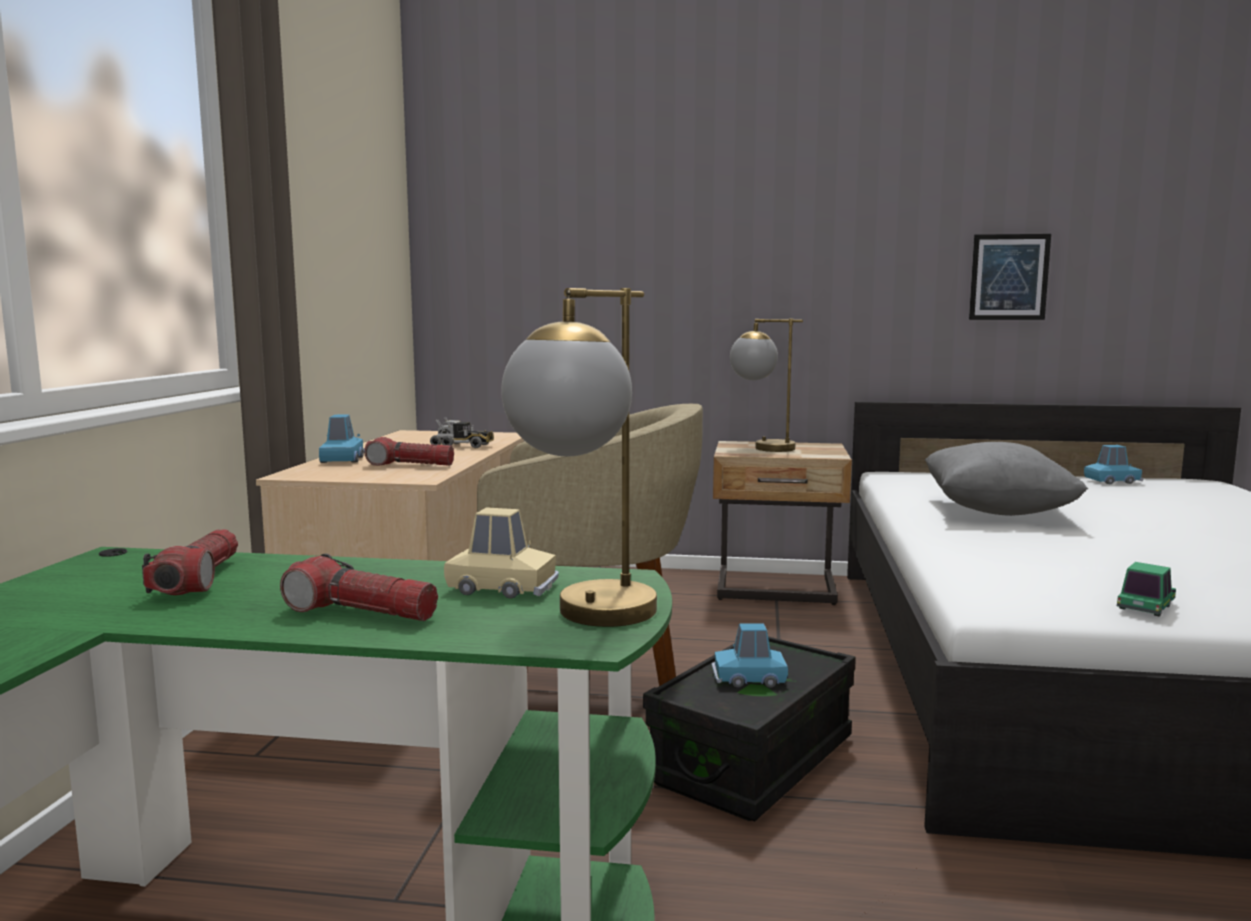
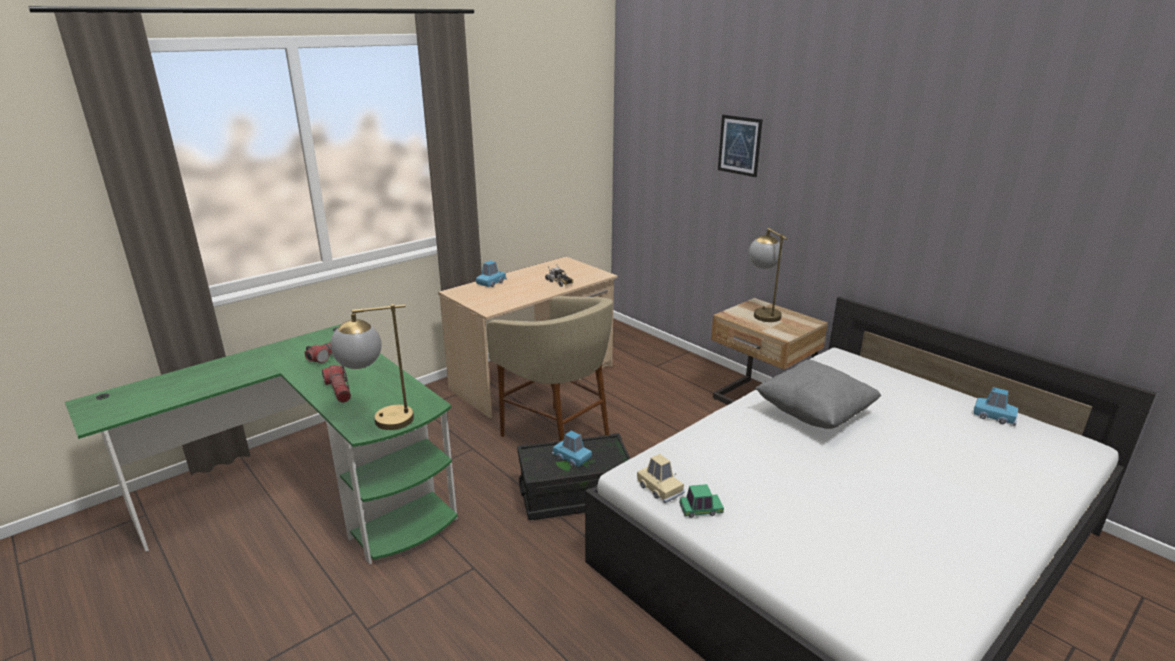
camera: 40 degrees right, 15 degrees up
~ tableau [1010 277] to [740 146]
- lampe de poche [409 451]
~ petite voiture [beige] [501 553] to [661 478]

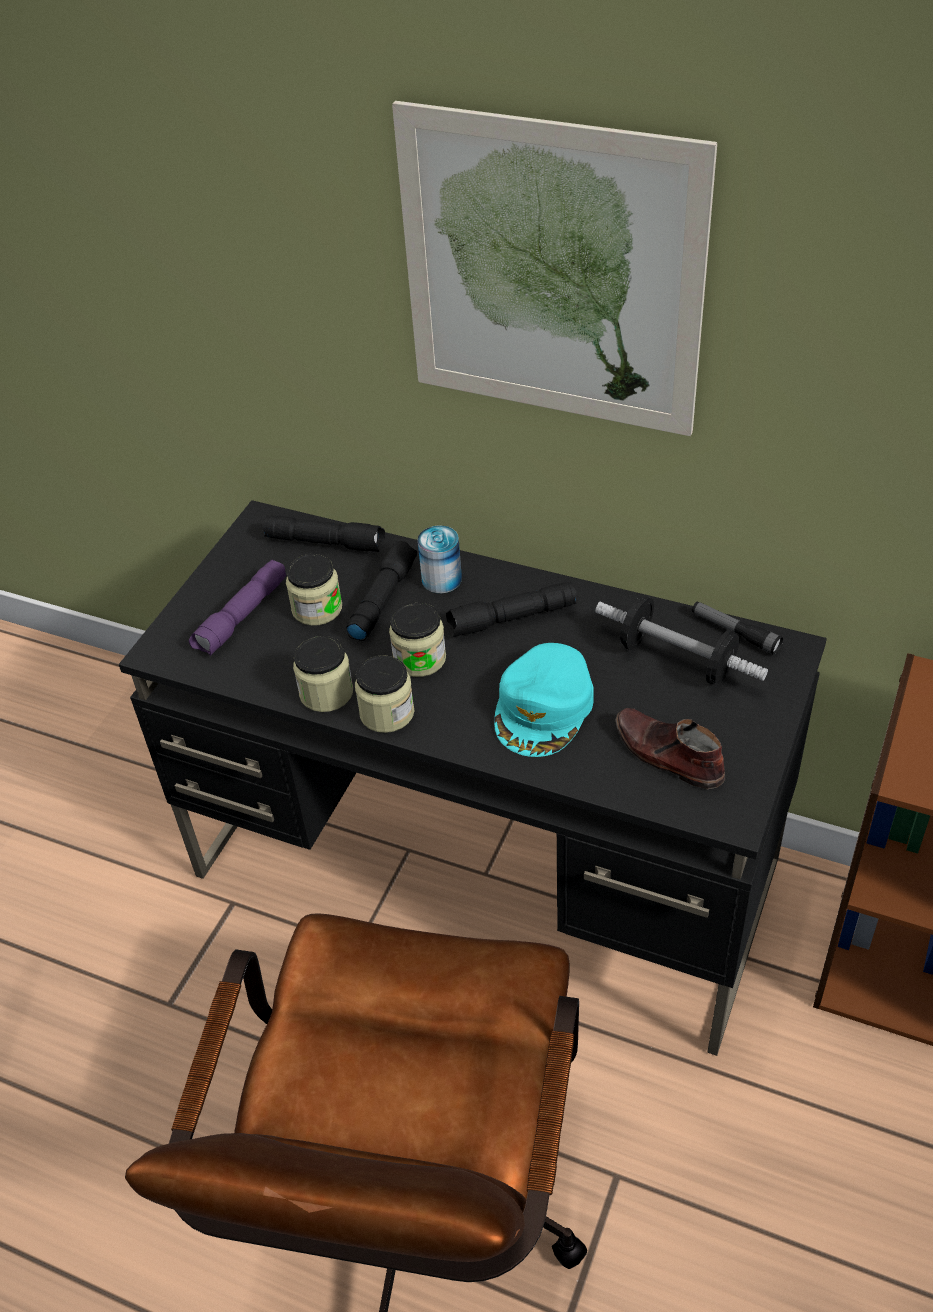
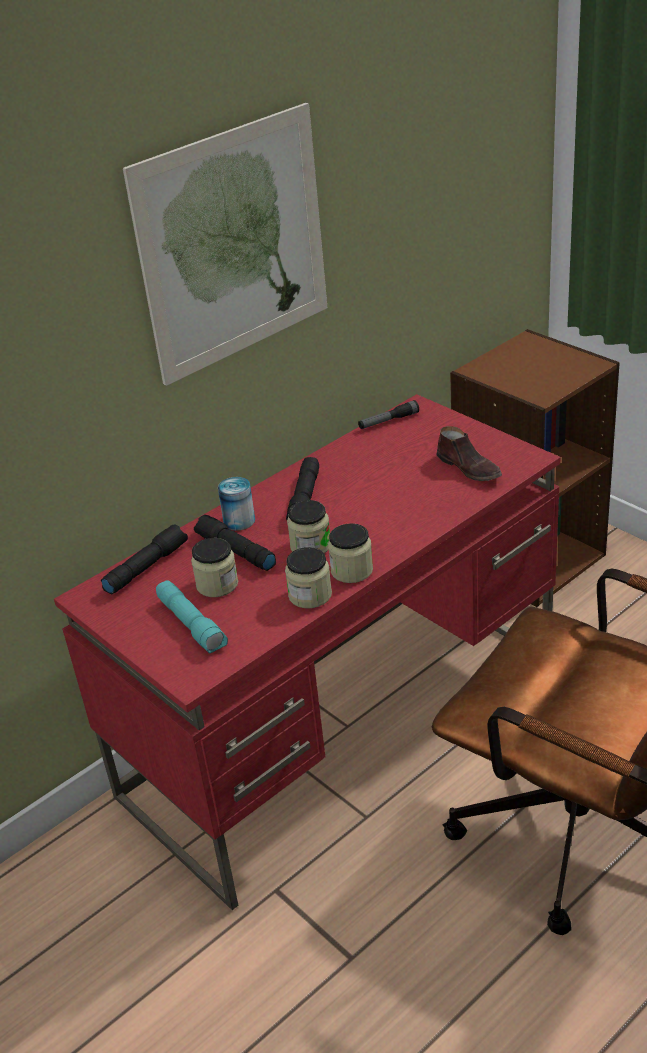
camera: 65 degrees left, 10 degrees down
~ bureau [noir] [473 778] to bureau [rouge] [307 652]
~ lampe de poche [violet] [237 608] to lampe de poche [turquoise] [192 617]
- haltère [681 640]
- casquette [turquoise] [544 700]
~ chaussure [marron] [670 748] = [469 453] 105 degrees counterclockwise

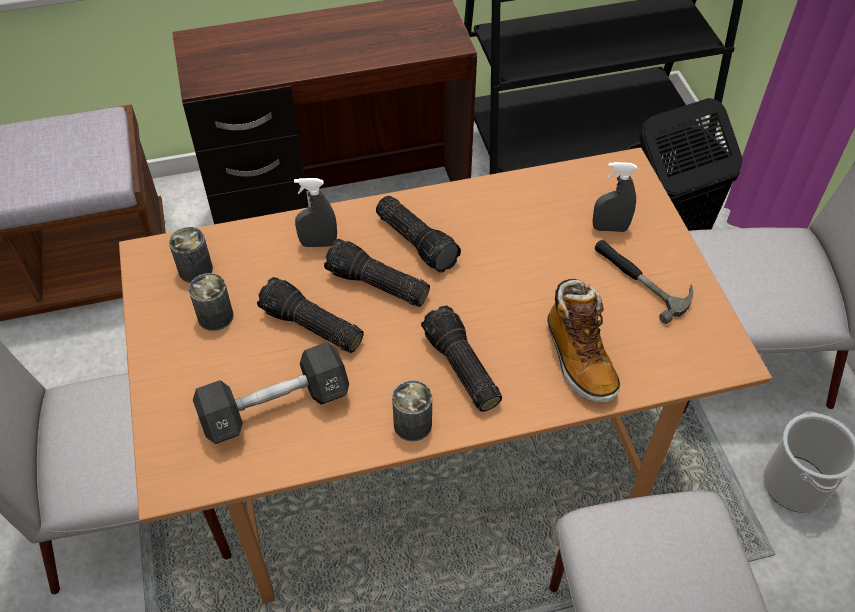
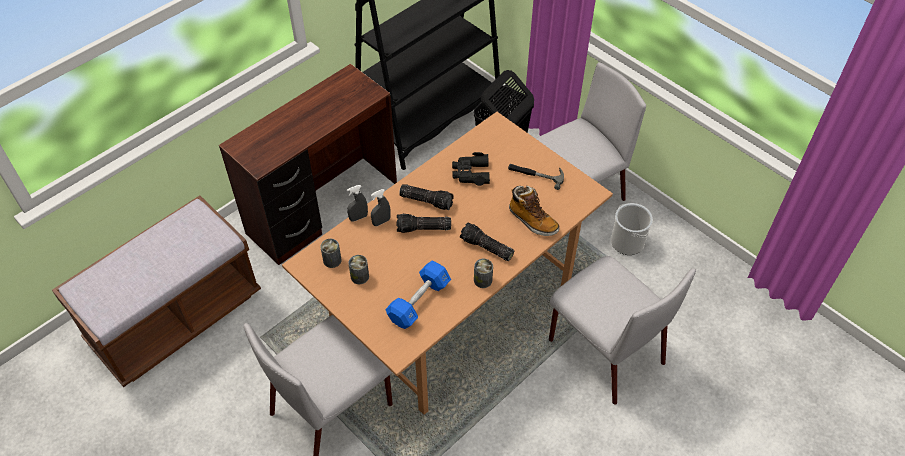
camera: 30 degrees left, 0 degrees up
~ vaporisateur [gris] [615 197] to [357 203]
- lampe de poche [310 315]
~ haltère [noir] [271 393] to haltère [bleu] [418 295]
+ jumelles [noir] [471 169]

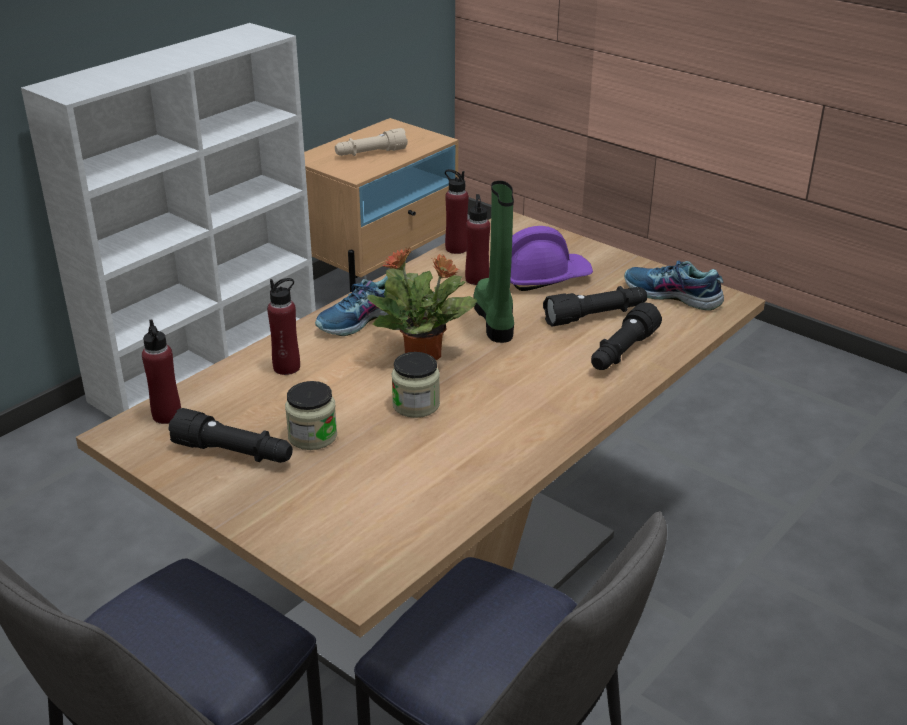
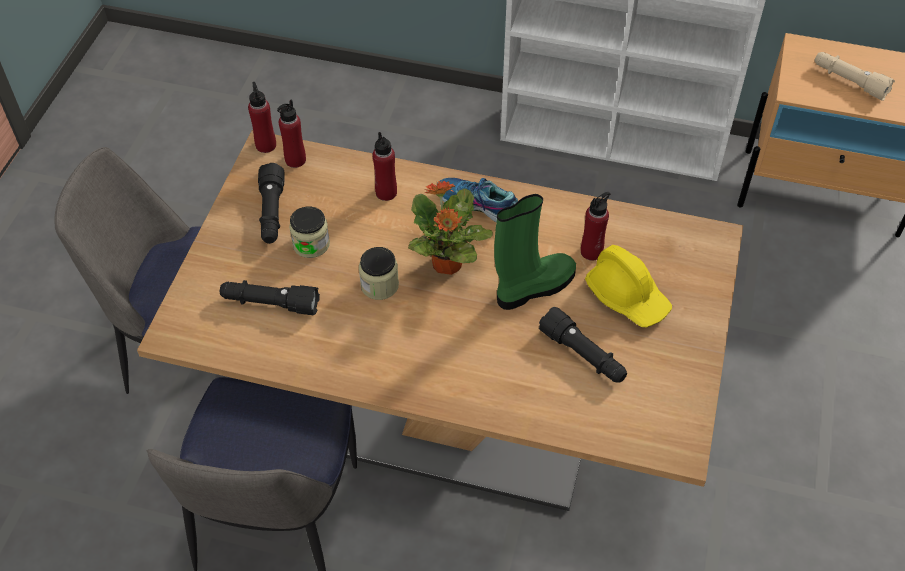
camera: 65 degrees right, 20 degrees up
~ bouteille [rouge] [457 211] to [262 117]
~ casque de chantier [violet] [551 258] to casque de chantier [jaune] [628 286]
- chaussure [674 286]
~ lampe de poche [noir] [626 336] to [270 297]

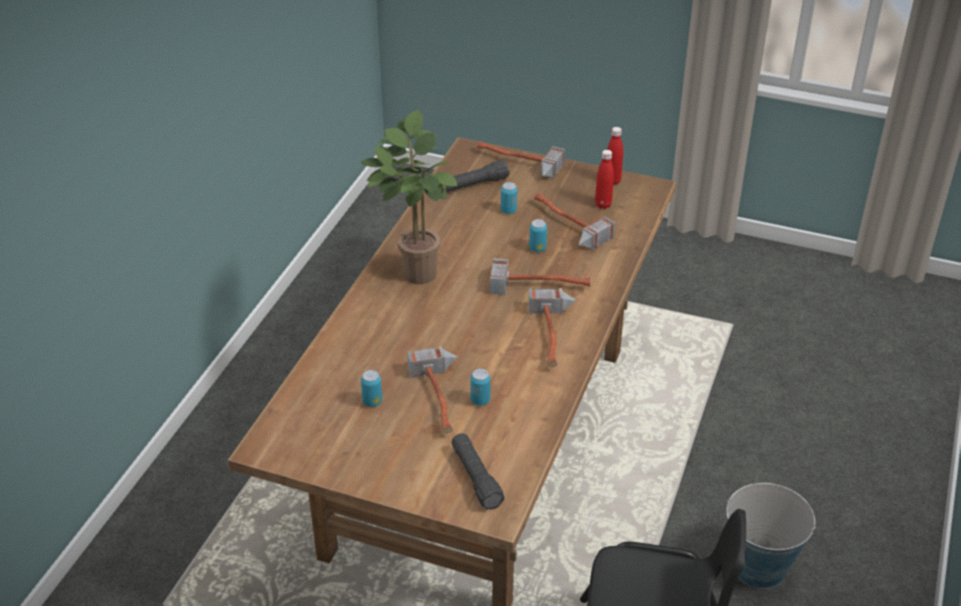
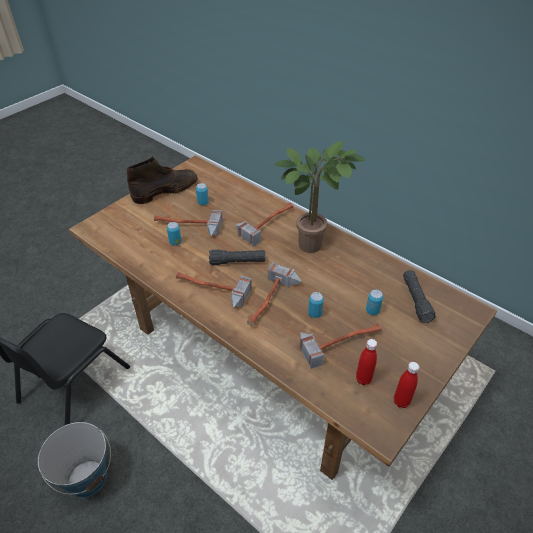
camera: 110 degrees right, 5 degrees up
~ marteau [521 160] to [264 224]
~ lampe de poche [noir] [477 471] to [237 257]
+ botte [marron] [162 180]

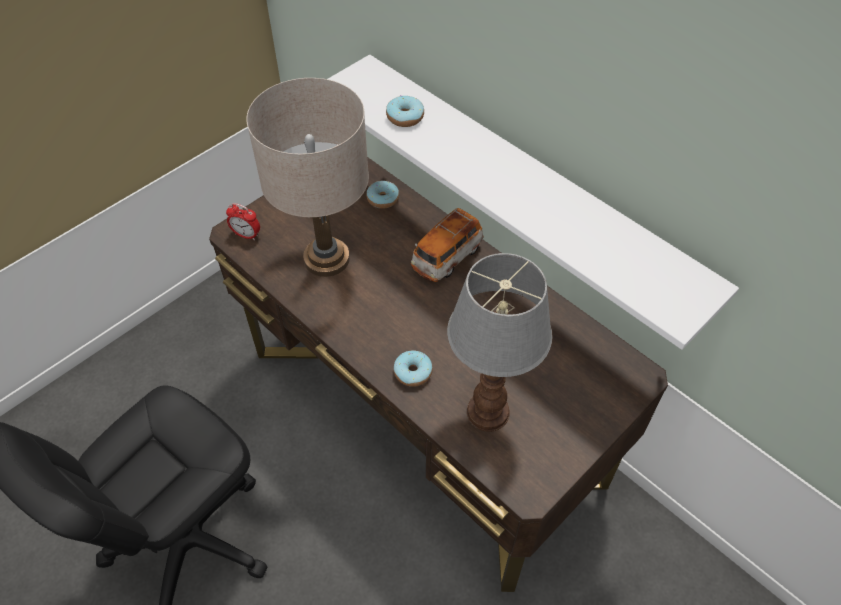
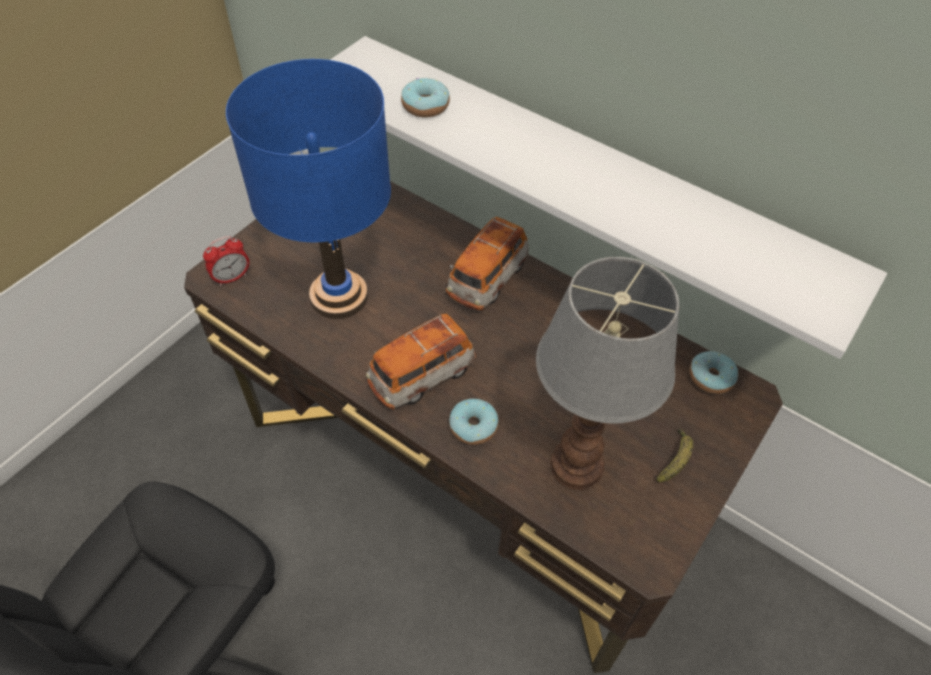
camera: 10 degrees left, 0 degrees up
~ lampe de table [beige] [307 177] to lampe de table [bleu] [308 189]
~ beignet [382 195] to [714 372]
~ réveil [243 221] = [226 261] 45 degrees counterclockwise
+ petite voiture [421 362]
+ banane [674 455]

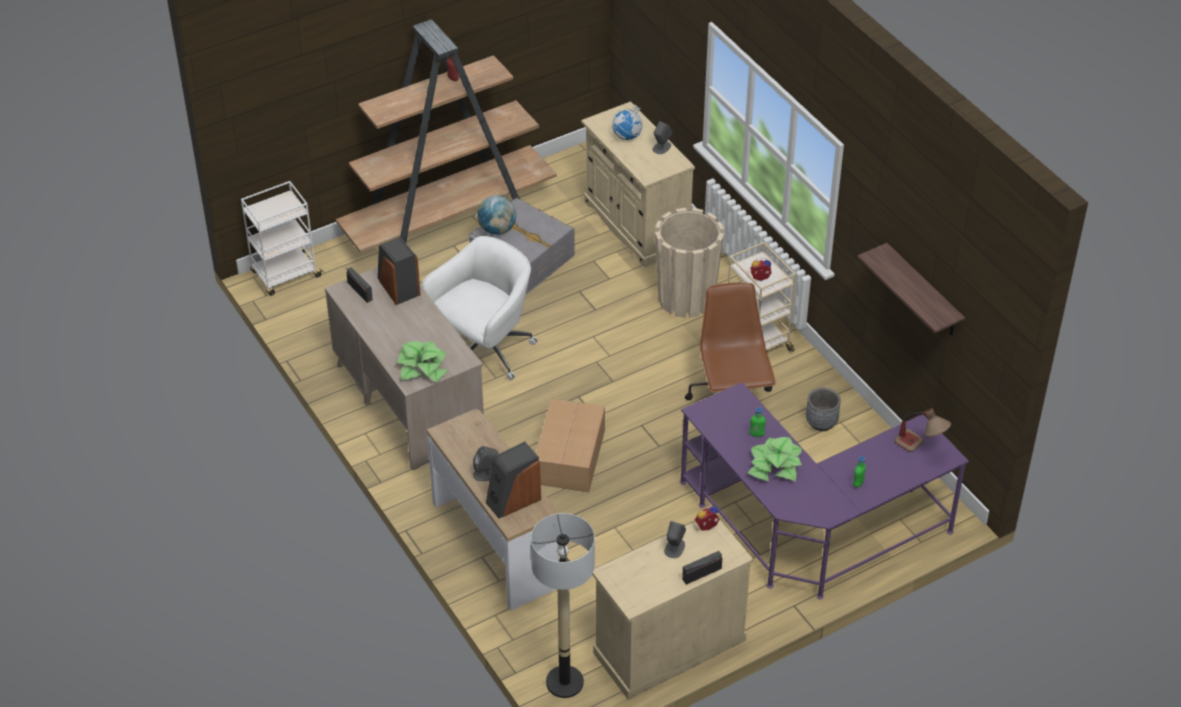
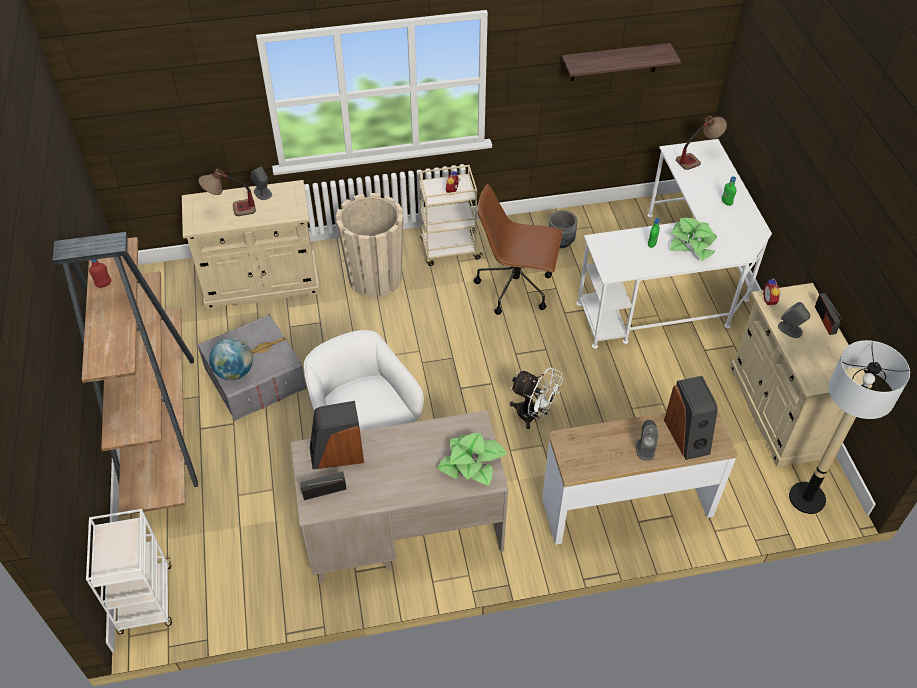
camera: 70 degrees left, 5 degrees up
~ globe [627 122] to lampe de table [227 192]
~ bureau [violet] [824 490] to bureau [blanc] [674 244]
~ carton [570 445] to ventilateur [blanc] [536 398]

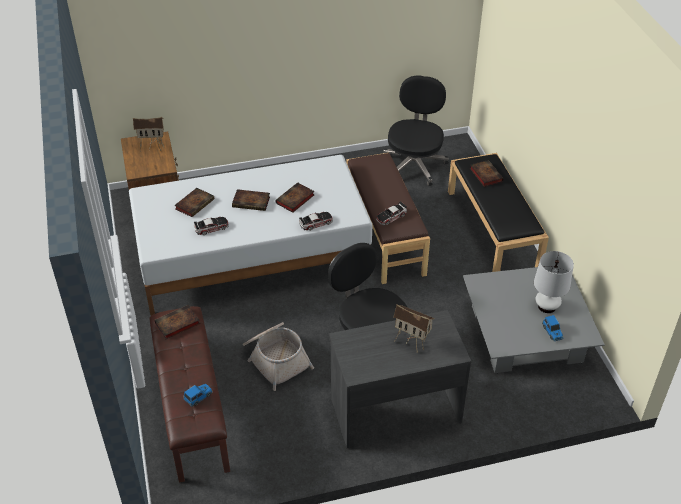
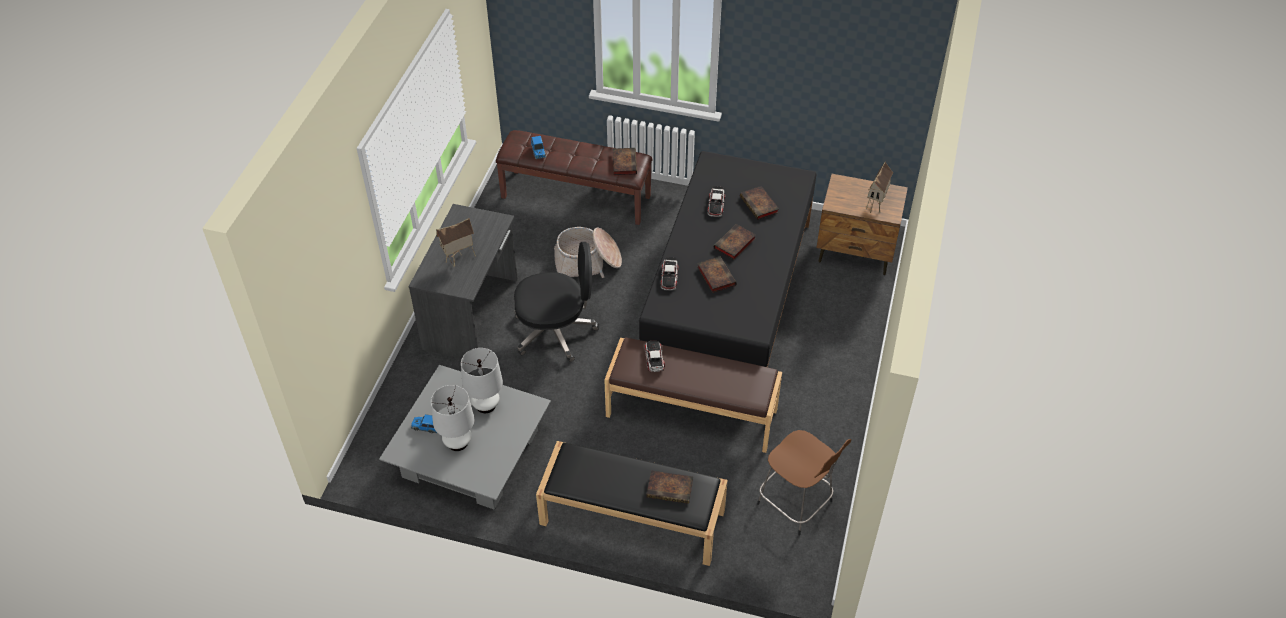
camera: 120 degrees right, 5 degrees up
~ chaise de bureau [noir] [416 131] to tabouret [marron] [804 483]
~ lit [blanc] [250 235] to lit [noir] [727 259]
+ lampe de table [blanc] [482 380]

